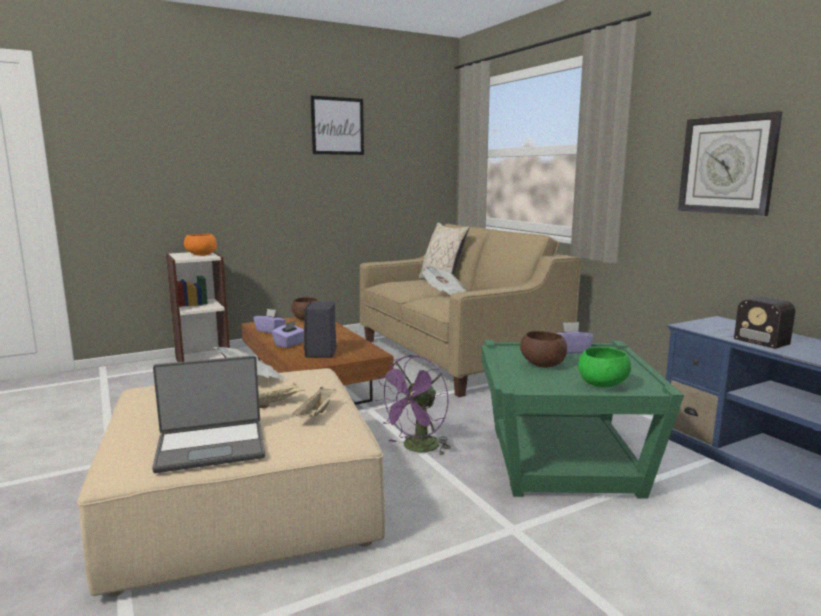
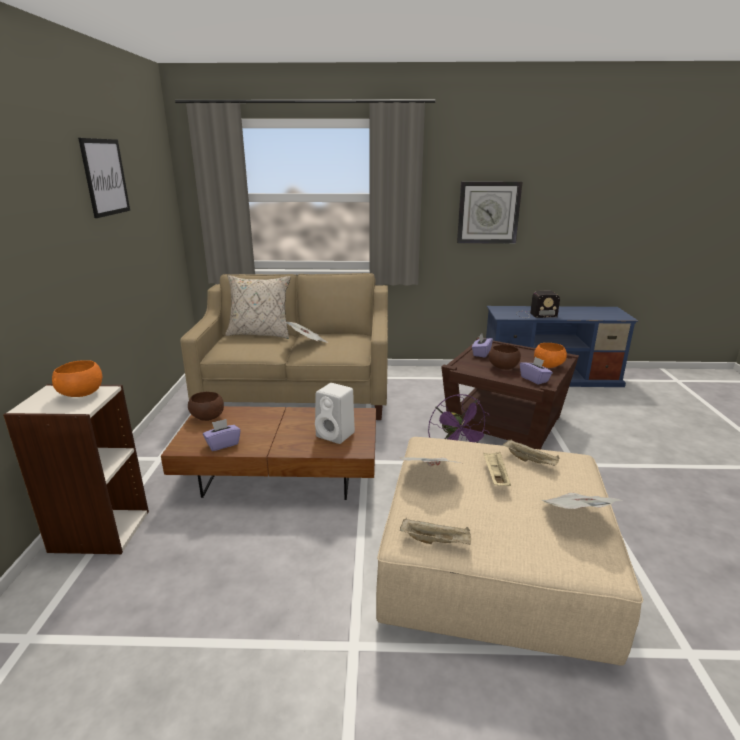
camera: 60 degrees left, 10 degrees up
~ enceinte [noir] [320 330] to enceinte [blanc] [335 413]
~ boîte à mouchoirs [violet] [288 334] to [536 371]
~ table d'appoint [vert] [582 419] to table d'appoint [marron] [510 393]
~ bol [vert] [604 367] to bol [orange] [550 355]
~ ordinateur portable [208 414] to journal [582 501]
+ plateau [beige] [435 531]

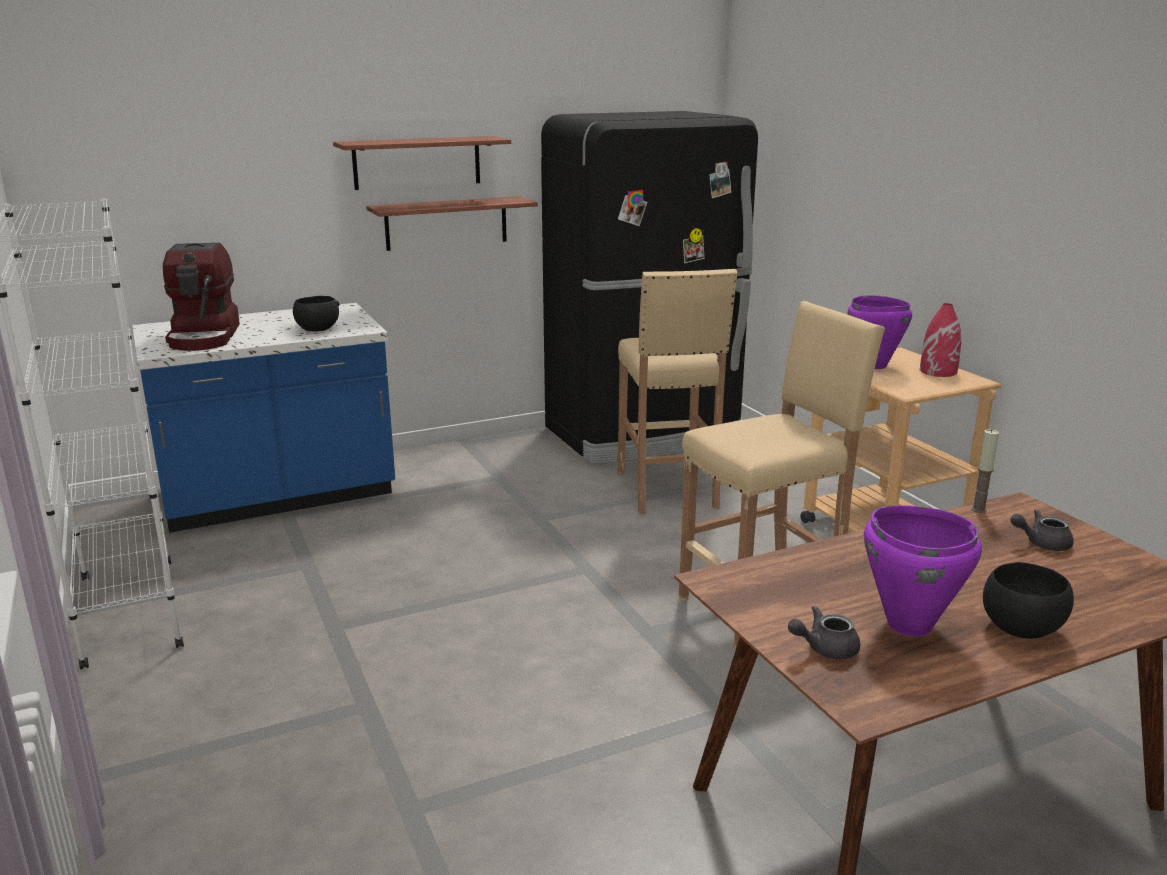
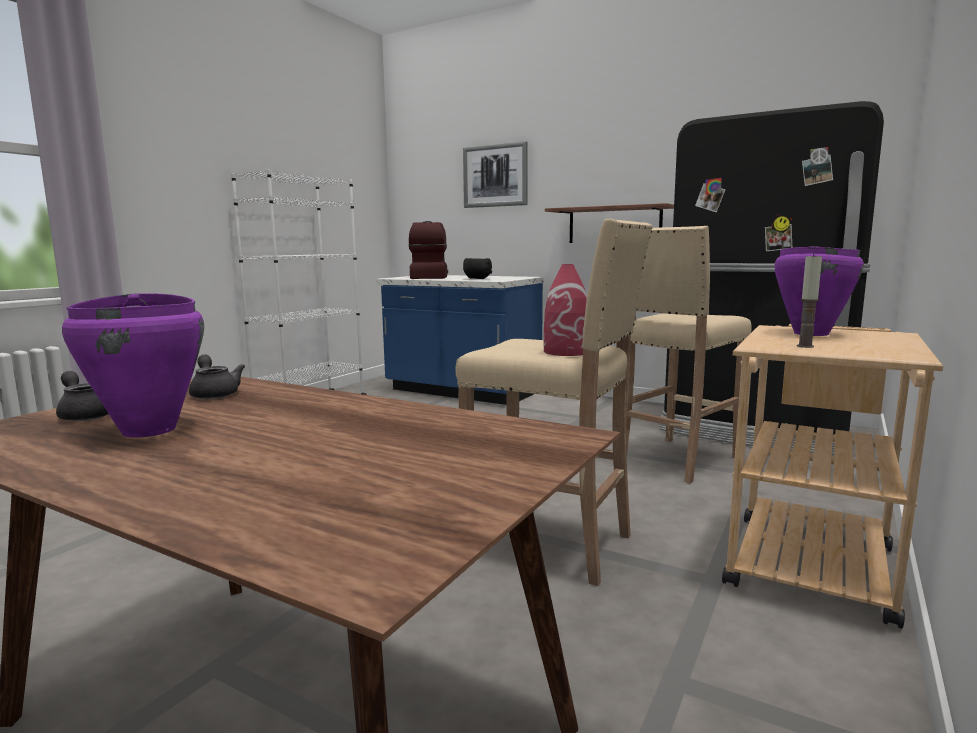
camera: 55 degrees right, 10 degrees down
- étagère [422 163]
~ machine à café [201 297] = [428 250] 135 degrees clockwise
~ vase [rouge] [940 340] to [565 310]
~ bougie [985 471] to [809 300]
~ théière [gris] [1042 530] to [217 376]
- bol [noir] [1028 600]
+ tableau [495 174]

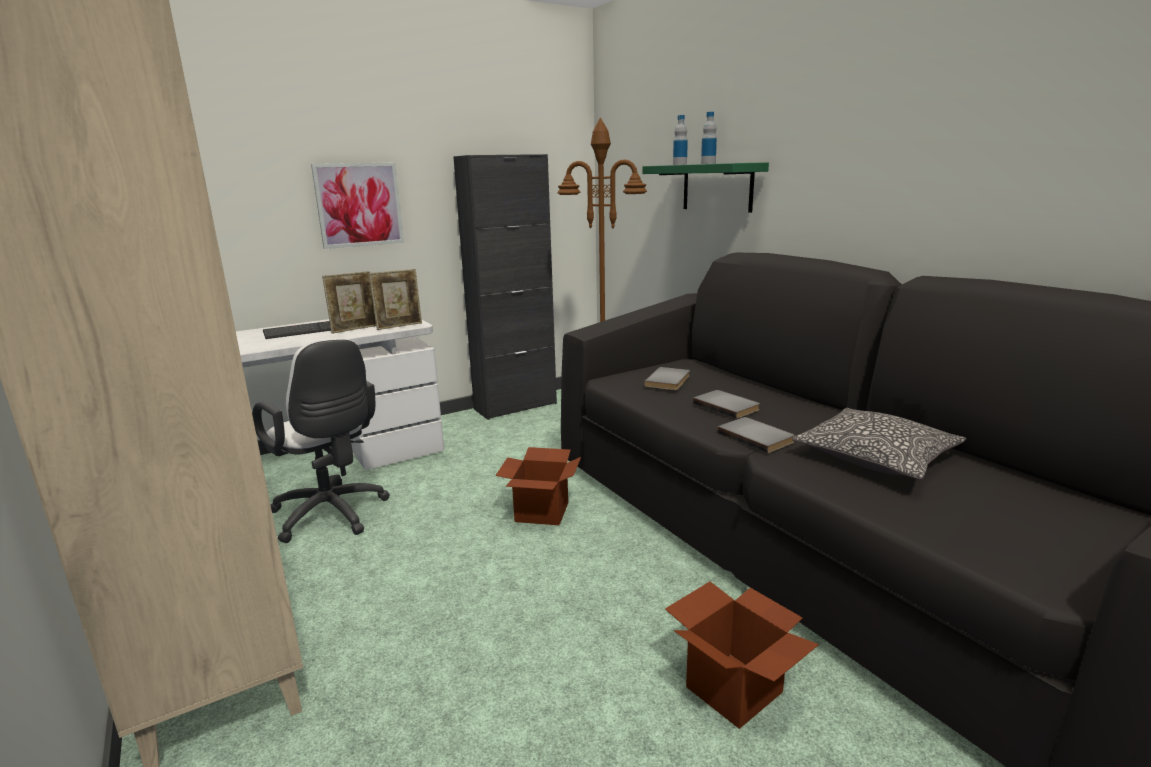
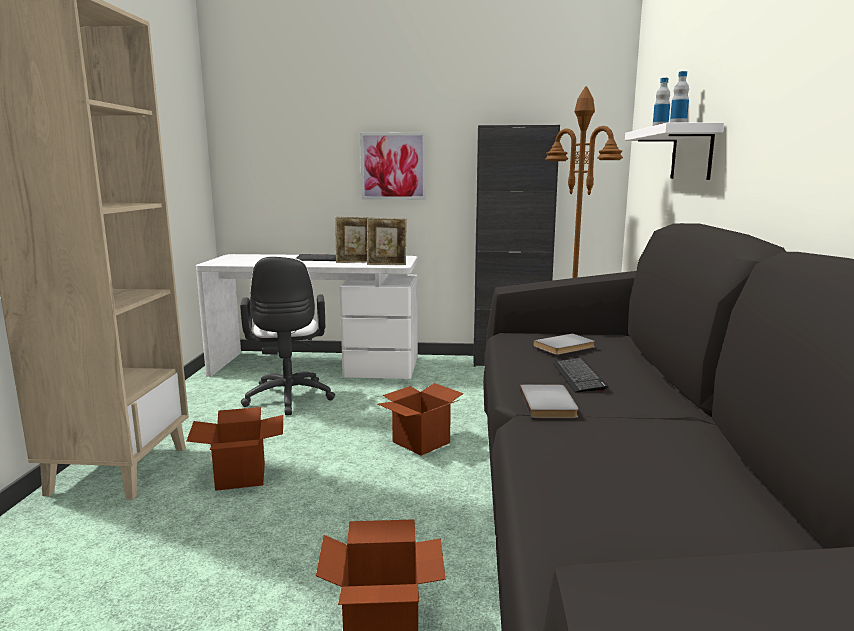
camera: 35 degrees right, 5 degrees down
~ étagère [vert] [705 187] to étagère [blanc] [674 151]
~ livre [gris] [726 404] to clavier [581 375]
- coussin [879 444]
+ carton [235 449]

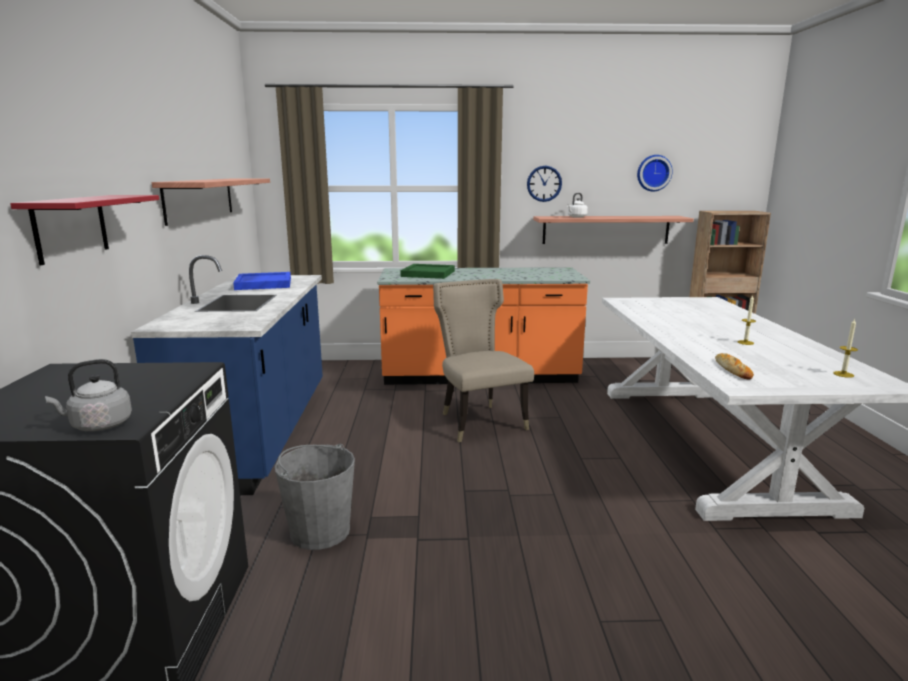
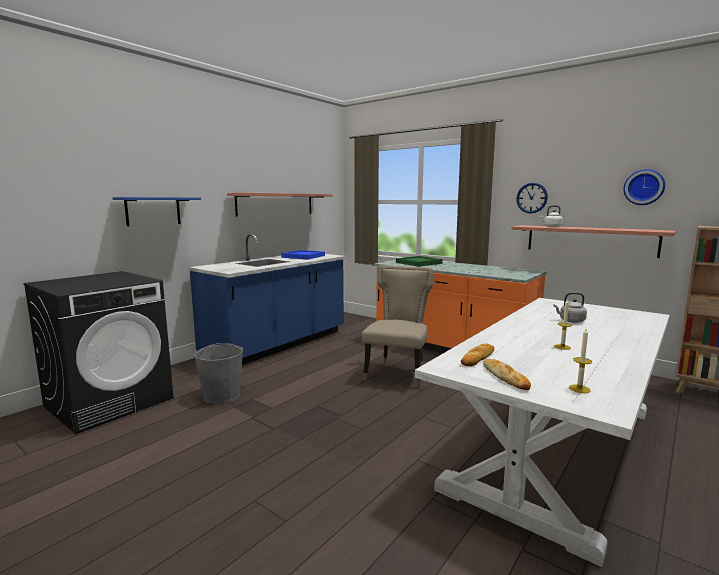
camera: 40 degrees right, 5 degrees down
~ étagère [rouge] [84 230] to étagère [bleu] [156 211]
~ bouilloire [gris] [88 395] to [570 307]
+ pain [507 374]

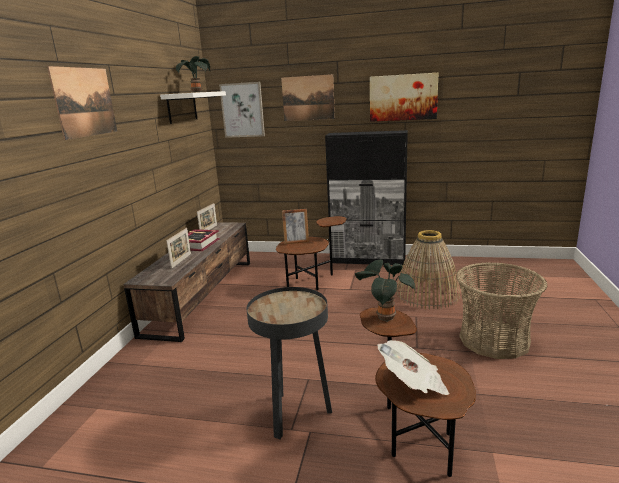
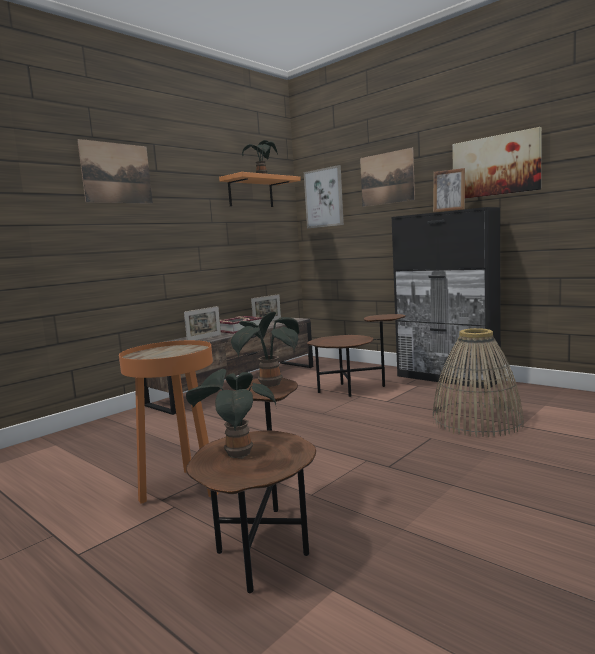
camera: 30 degrees right, 10 degrees down
~ étagère [blanc] [193 107] to étagère [orange] [260 189]
~ cadre photo [295 226] to [449 190]
- panier [501 310]
~ table d'appoint [noir] [289 363] to table d'appoint [orange] [169 422]
~ journal [413 367] to plante en pot [231 414]

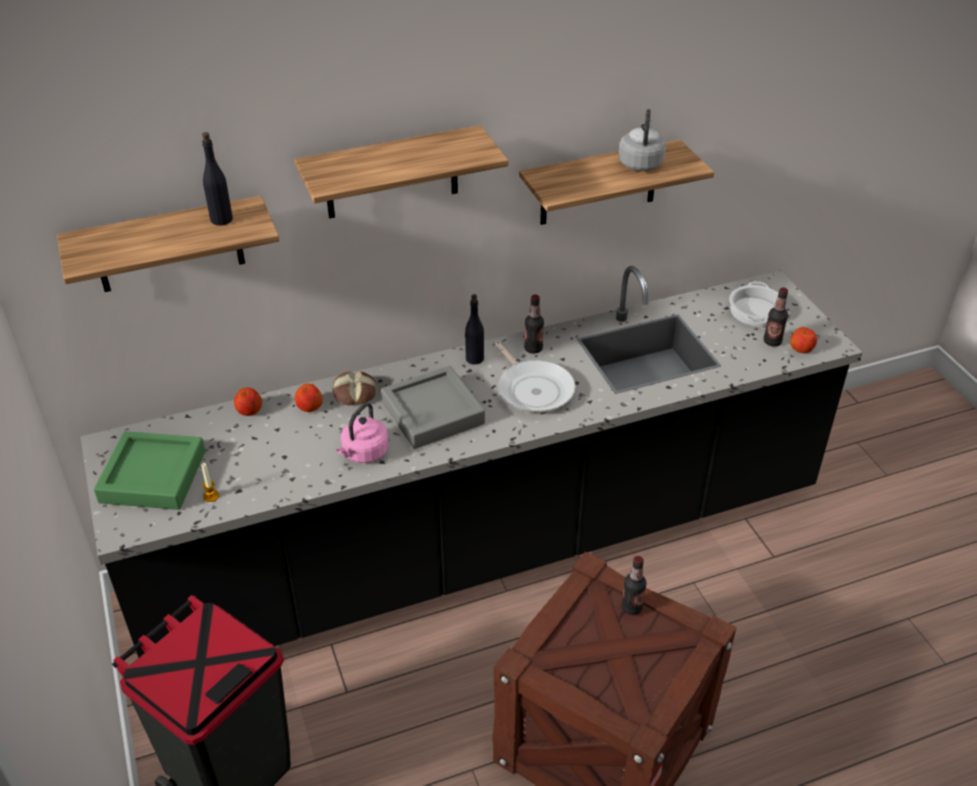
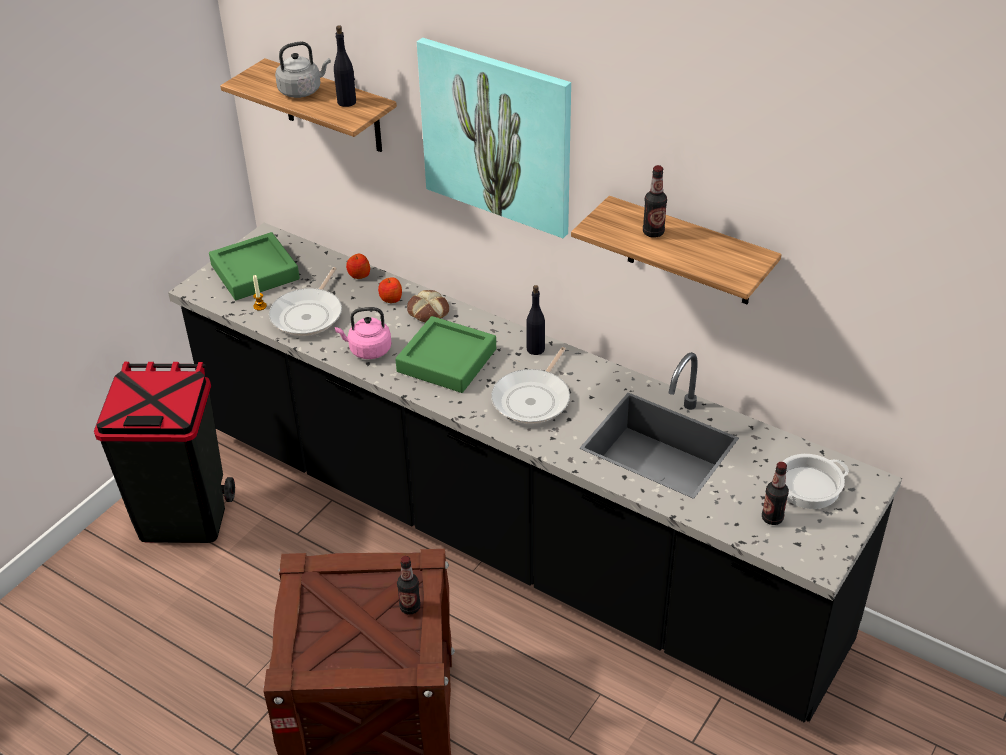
camera: 55 degrees right, 0 degrees up
~ bouilloire [gris] [642 140] to [303 69]
~ étagère [401 172] to tableau [494 138]
~ bouteille [534 324] to [655 201]
- pomme [803 340]
~ plateau [gris] [433 407] to plateau [vert] [445 354]
+ poêle [305 301]

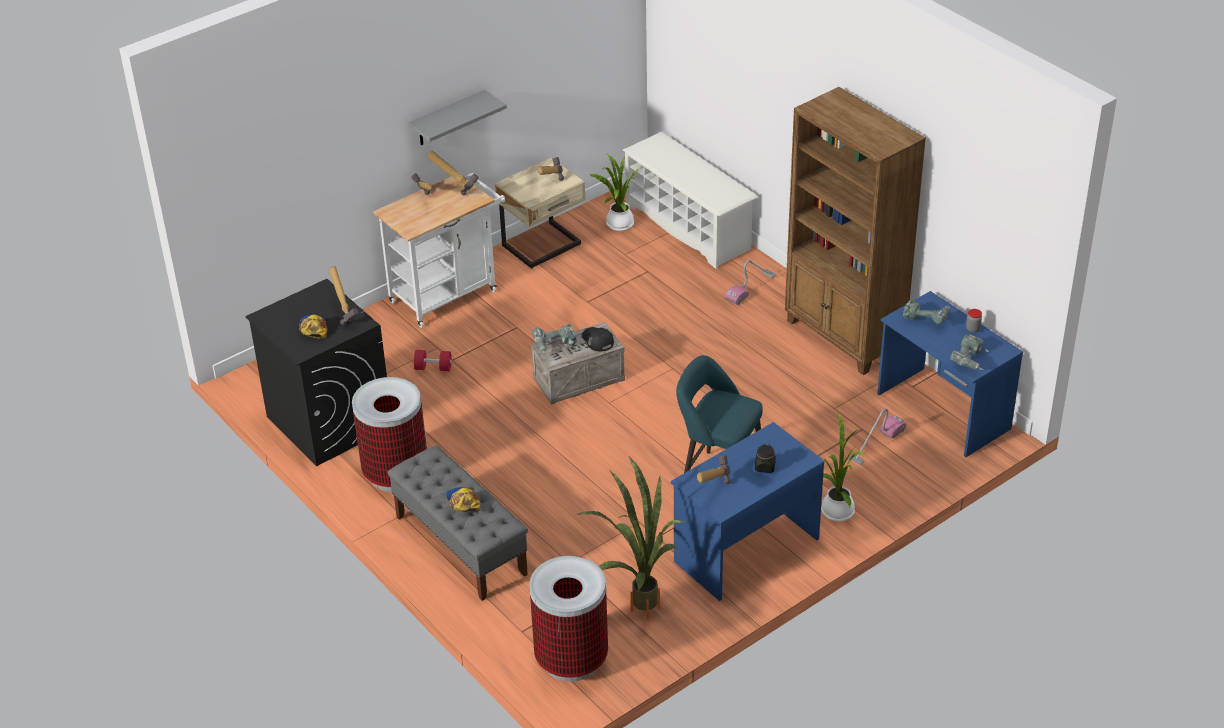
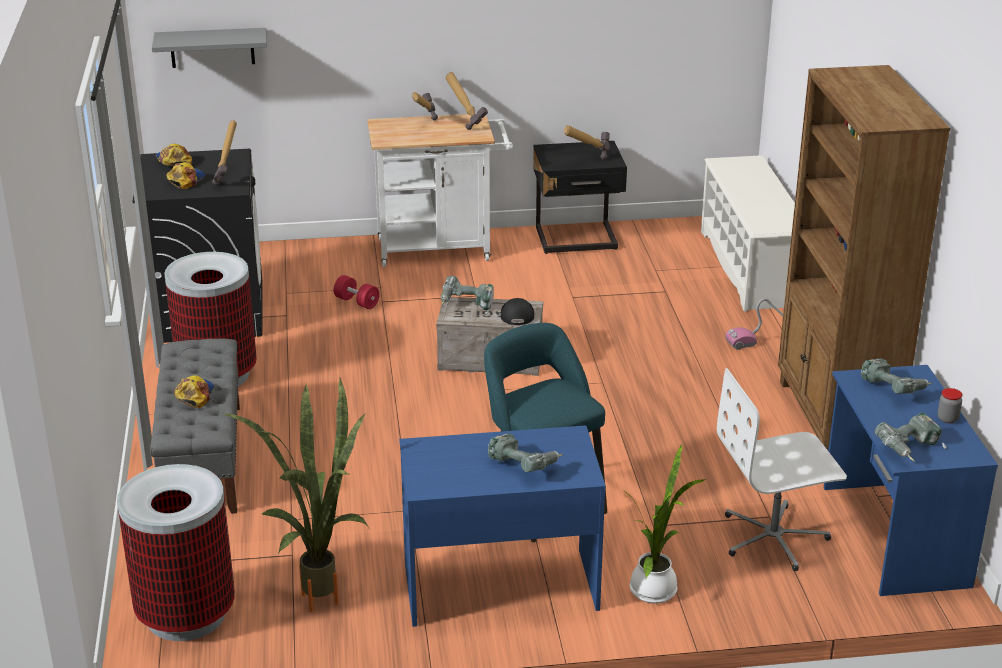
camera: 30 degrees right, 10 degrees down
~ étagère [gris] [457 117] to [209 48]
- plante en pot [614 192]
~ table de chevet [beige] [540 213] to table de chevet [noir] [580 197]
~ aspirateur [877 436] to chaise de bureau [blanc] [782 469]
~ bocal [noir] [765 458] to perceuse [525 452]
- marteau [714 469]
+ casquette [174 155]

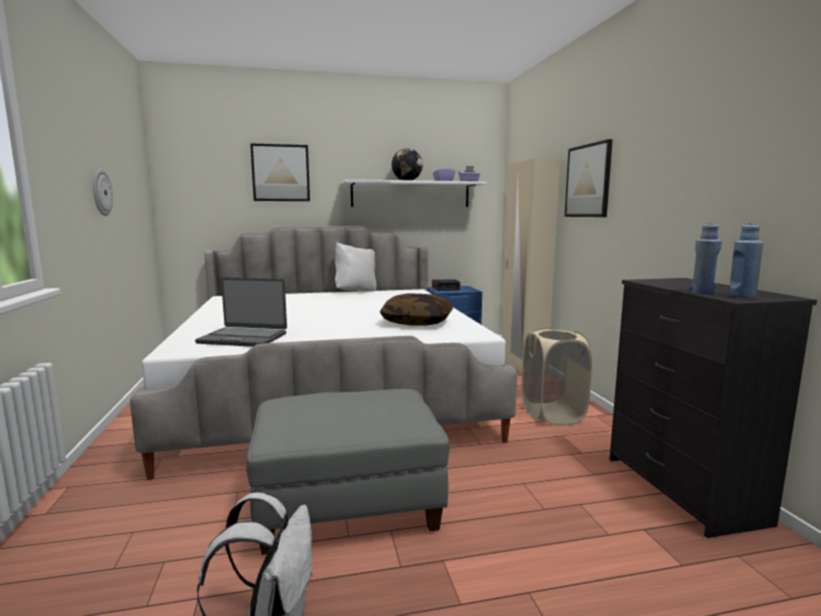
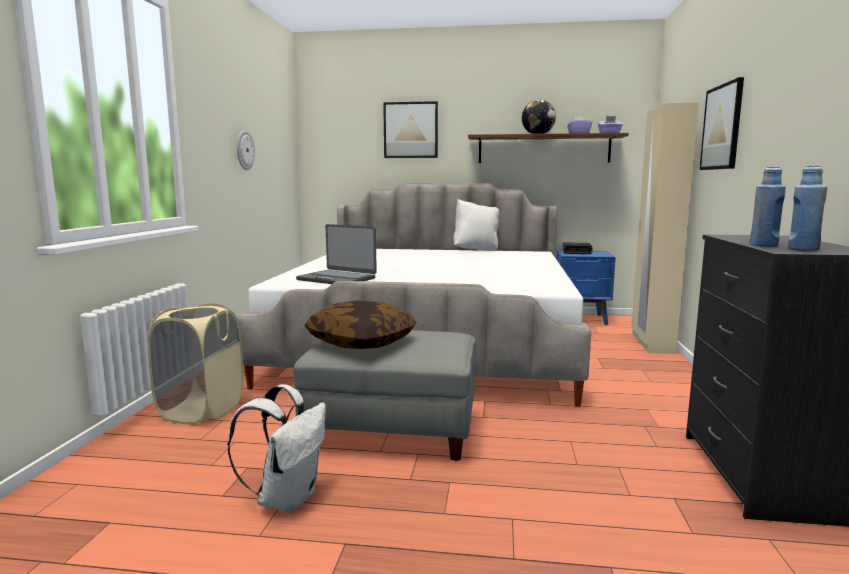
camera: 20 degrees right, 0 degrees up
~ étagère [blanc] [414 193] to étagère [marron] [548 148]
~ coussin [416 309] to [360 325]
~ panier à linge [beige] [557 376] to [195 363]

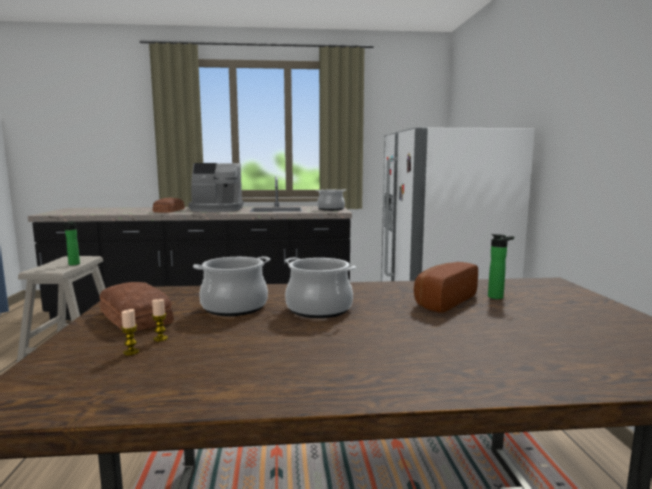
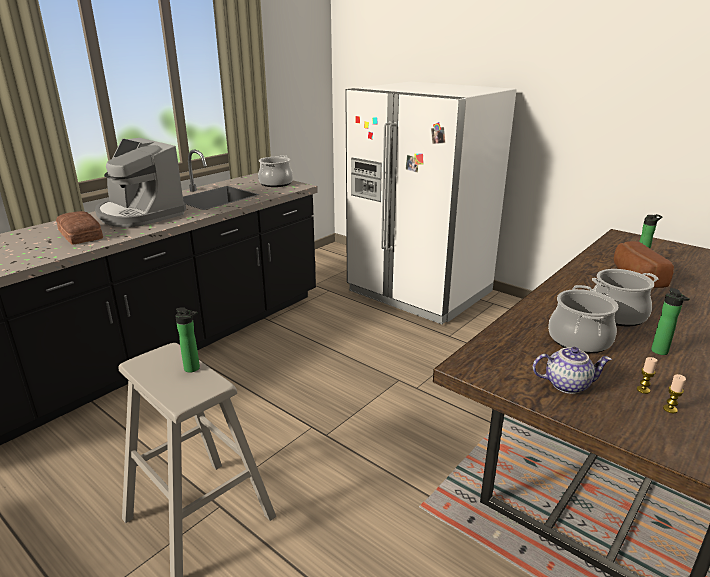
camera: 45 degrees left, 15 degrees up
~ machine à café [216 187] = [140 182] 90 degrees clockwise
~ pain [137 306] to théière [572 370]
+ bouteille [670 321]

